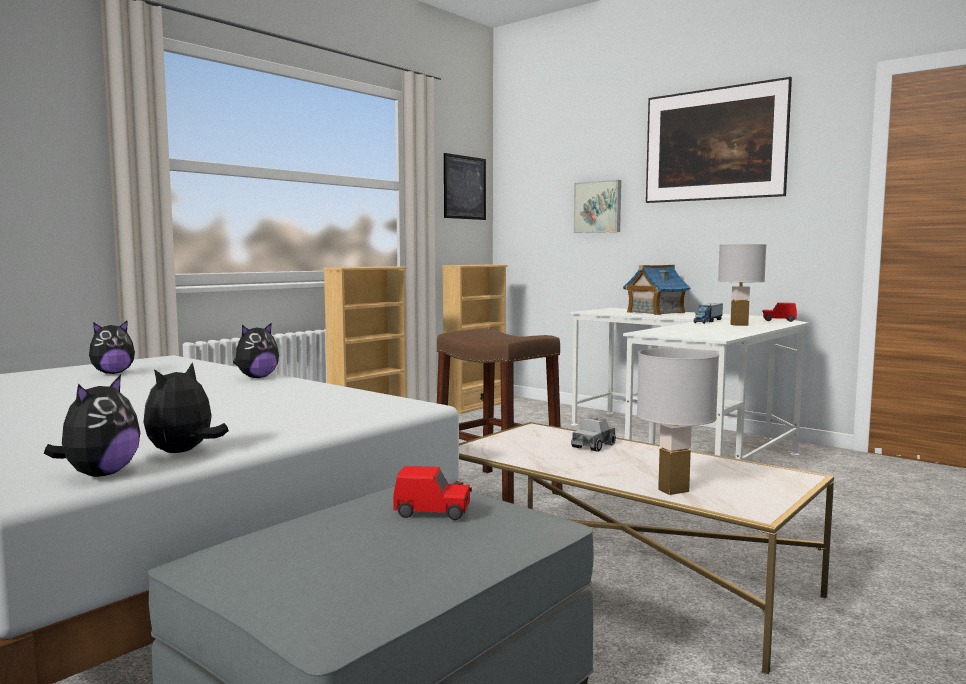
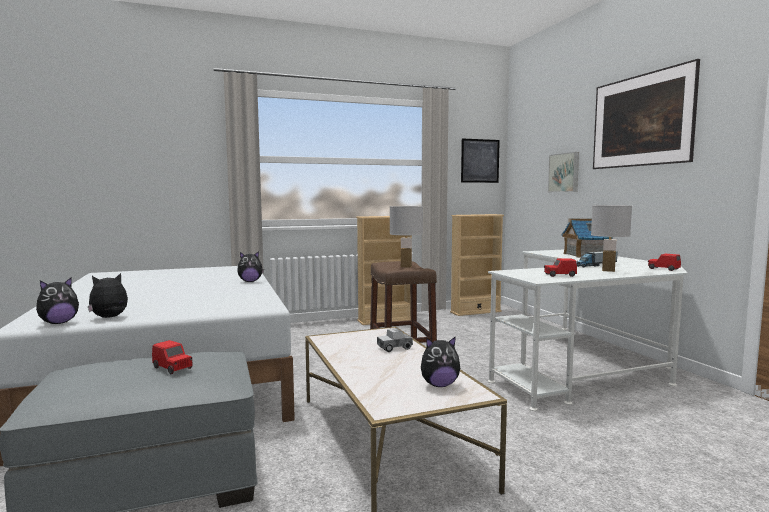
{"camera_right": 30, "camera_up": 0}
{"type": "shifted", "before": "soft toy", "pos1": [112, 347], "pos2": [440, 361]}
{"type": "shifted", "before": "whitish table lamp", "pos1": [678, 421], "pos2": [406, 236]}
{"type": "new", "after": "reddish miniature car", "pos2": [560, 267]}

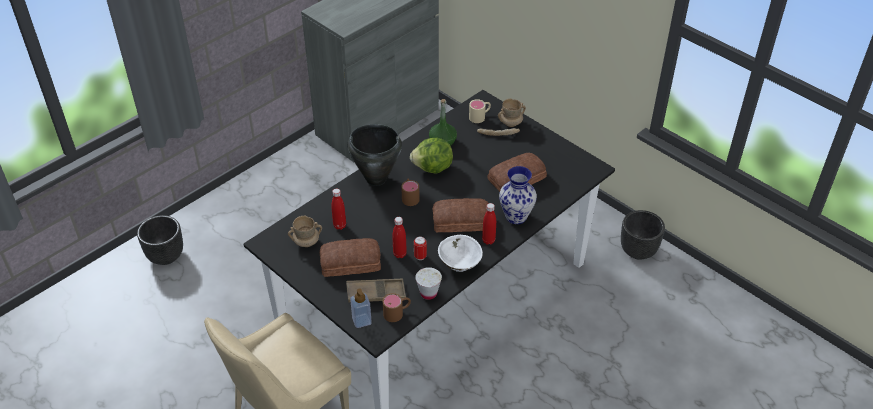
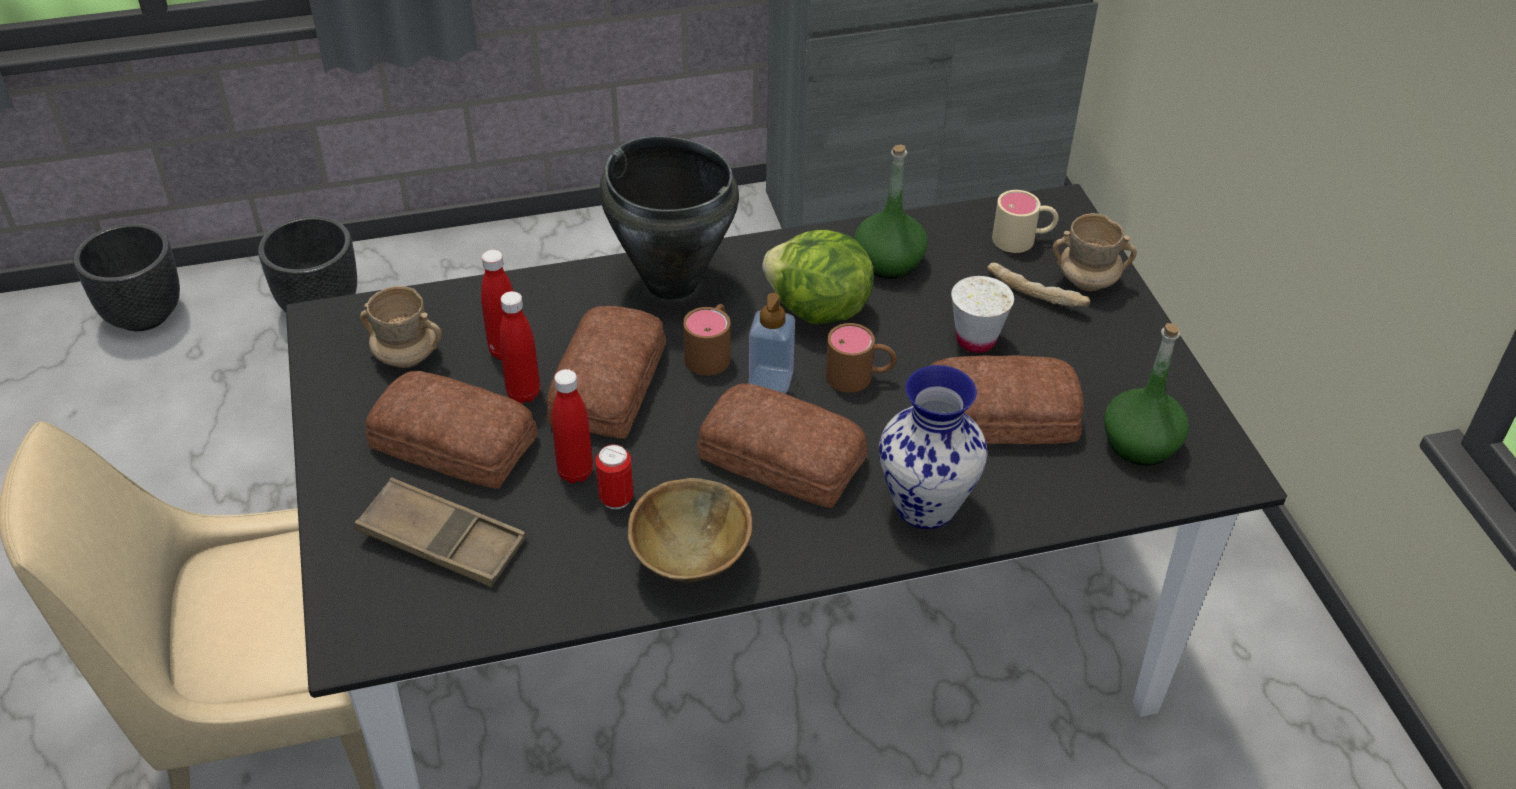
{"camera_right": 30, "camera_up": 0}
{"type": "shifted", "before": "reddish bottle", "pos1": [489, 224], "pos2": [519, 347]}
{"type": "shifted", "before": "black-coloured flower pot", "pos1": [643, 235], "pos2": [127, 277]}
{"type": "repainted", "before": "whitish bowl", "after": "brown-coloured bowl", "pos1": [460, 253], "pos2": [689, 530]}
{"type": "shifted", "before": "whitish small cup", "pos1": [428, 283], "pos2": [982, 314]}
{"type": "shifted", "before": "liquid soap bottle", "pos1": [361, 308], "pos2": [772, 343]}
{"type": "shifted", "before": "brown-coloured tea mug", "pos1": [397, 307], "pos2": [861, 358]}
{"type": "new", "after": "bread", "pos2": [606, 372]}
{"type": "new", "after": "green-coloured bottle", "pos2": [1146, 394]}

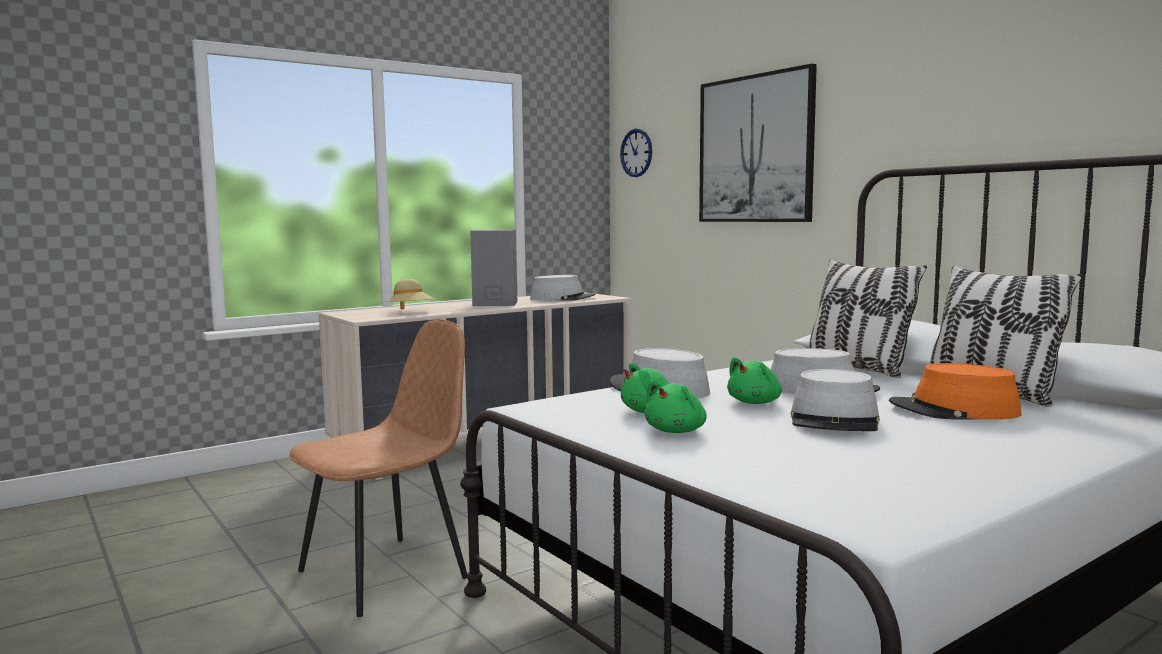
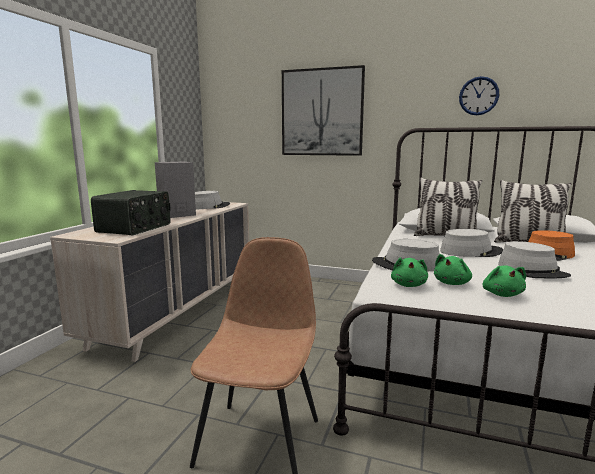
{"camera_right": -35, "camera_up": 5}
{"type": "shifted", "before": "wall clock", "pos1": [636, 153], "pos2": [479, 95]}
{"type": "swapped", "before": "sand-coloured wearable hat", "after": "radio receiver", "pos1": [409, 294], "pos2": [131, 212]}
{"type": "shifted", "before": "green-coloured soft toy", "pos1": [754, 380], "pos2": [409, 272]}

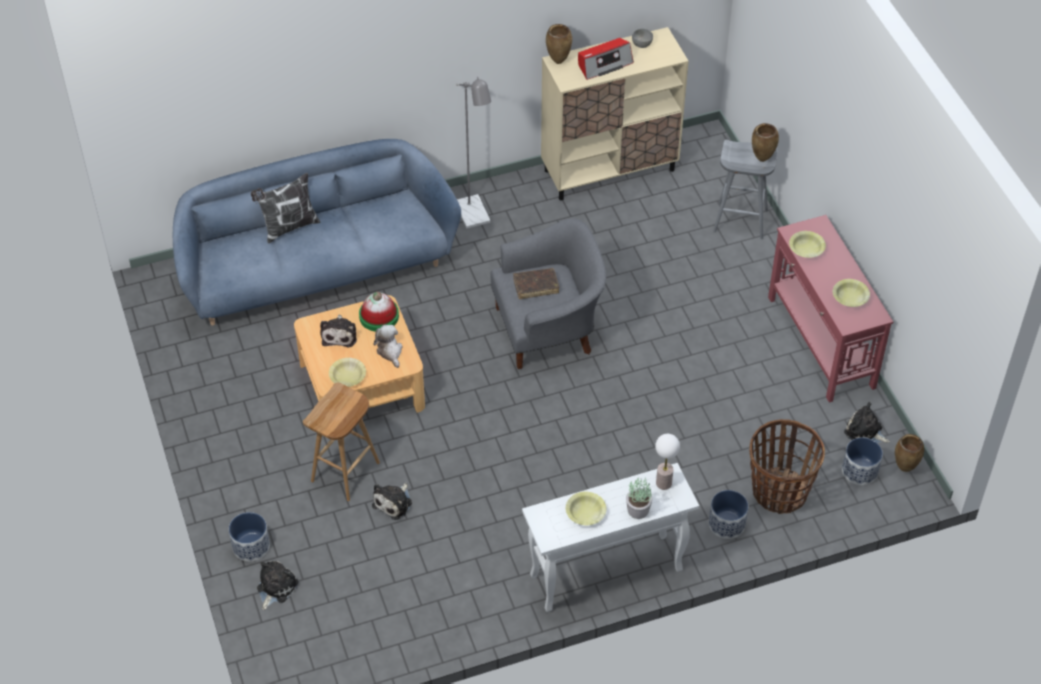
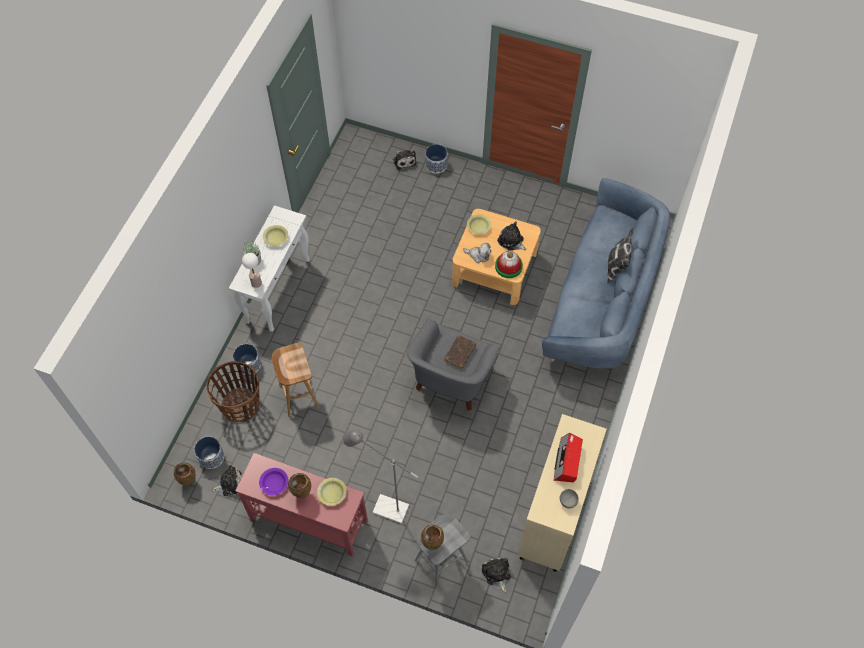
{"camera_right": 130, "camera_up": 10}
{"type": "shifted", "before": "brown-coloured flower vase", "pos1": [559, 44], "pos2": [299, 486]}
{"type": "shifted", "before": "greyish standing lamp", "pos1": [473, 152], "pos2": [380, 477]}
{"type": "repainted", "before": "yellow bowl", "after": "purple bowl", "pos1": [851, 293], "pos2": [273, 482]}
{"type": "shifted", "before": "brown-coloured stool seat", "pos1": [341, 441], "pos2": [296, 380]}
{"type": "shifted", "before": "soft toy", "pos1": [392, 501], "pos2": [496, 575]}

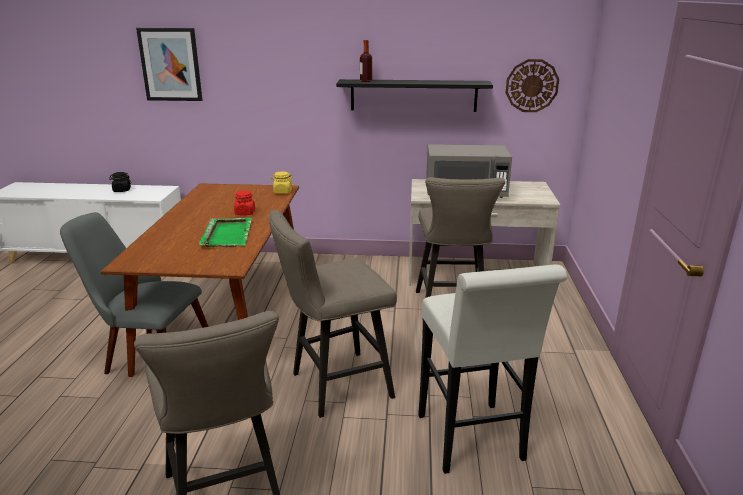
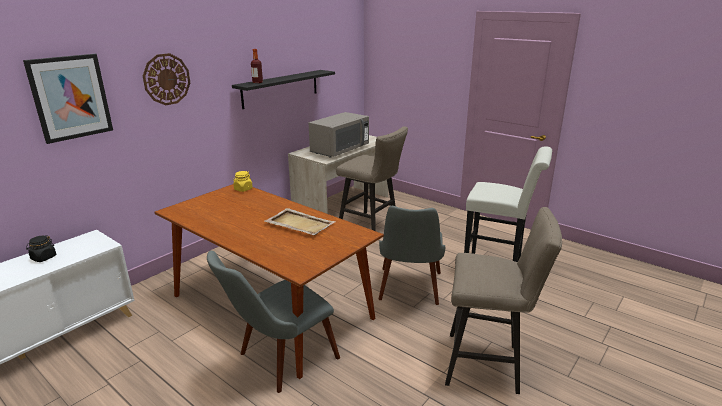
{"camera_right": -55, "camera_up": 0}
{"type": "shifted", "before": "wall clock", "pos1": [532, 85], "pos2": [166, 79]}
{"type": "gone", "before": "reddish jar", "pos1": [244, 202]}
{"type": "swapped", "before": "sand-coloured stool seat", "after": "greyish upright chair", "pos1": [333, 314], "pos2": [411, 255]}
{"type": "repainted", "before": "green-coloured serving tray", "after": "sand-coloured serving tray", "pos1": [225, 232], "pos2": [300, 221]}

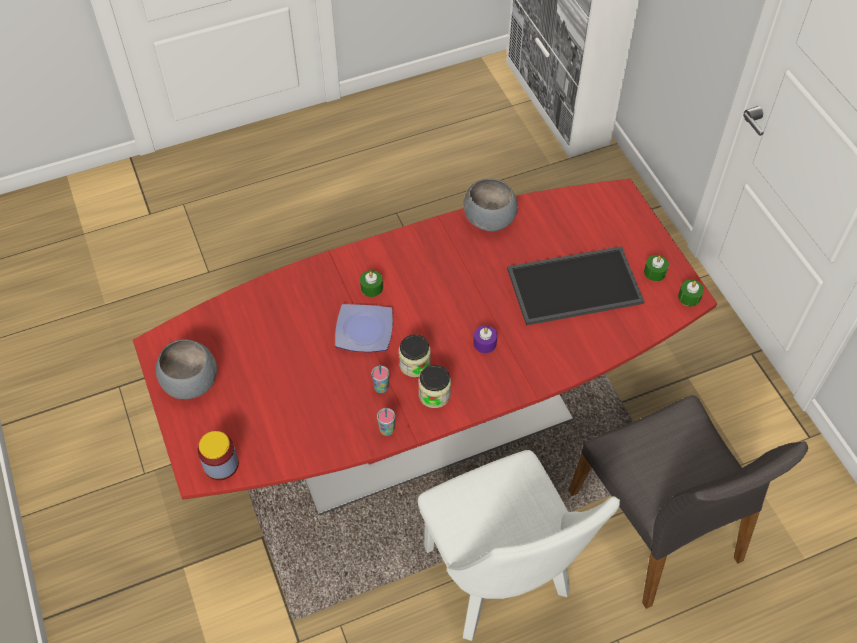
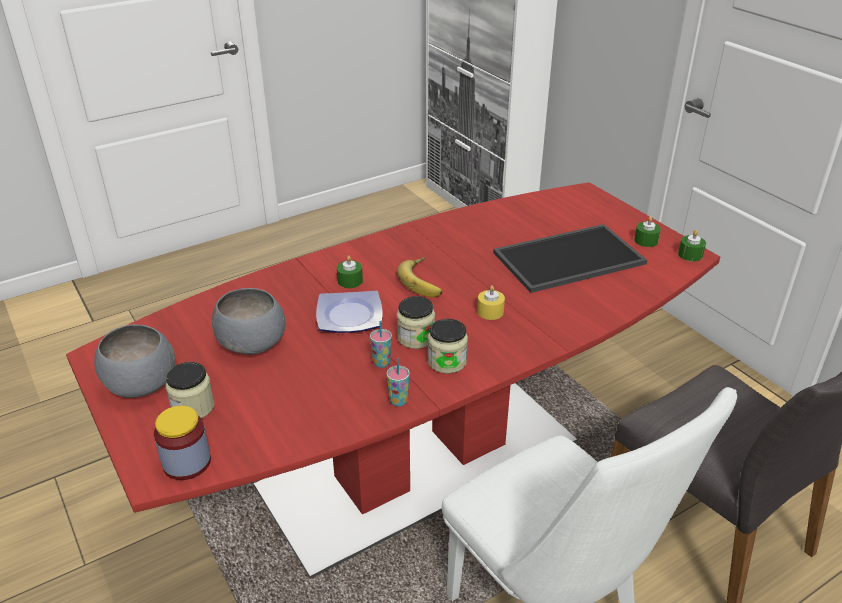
{"camera_right": -10, "camera_up": -20}
{"type": "shifted", "before": "greyish bowl", "pos1": [490, 205], "pos2": [248, 321]}
{"type": "repainted", "before": "purple wax light", "after": "yellow wax light", "pos1": [485, 339], "pos2": [491, 302]}
{"type": "new", "after": "banana", "pos2": [420, 277]}
{"type": "new", "after": "jar", "pos2": [190, 390]}

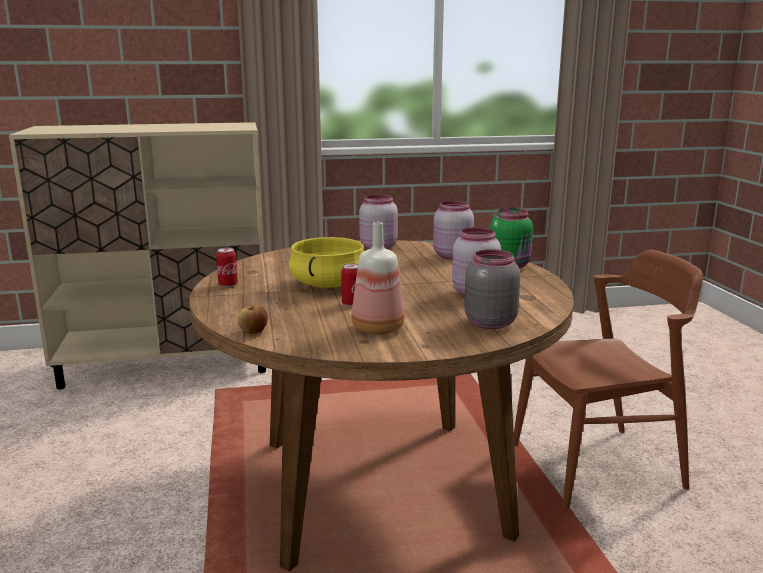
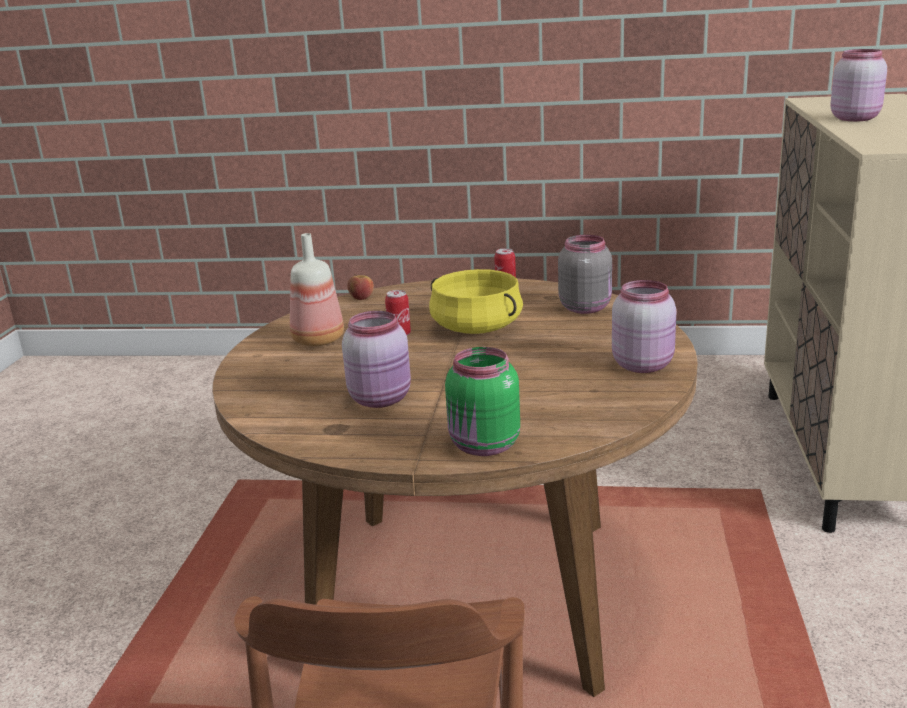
{"camera_right": 110, "camera_up": 5}
{"type": "shifted", "before": "pinkish jar", "pos1": [453, 230], "pos2": [859, 85]}
{"type": "shifted", "before": "greyish jar", "pos1": [492, 289], "pos2": [585, 274]}

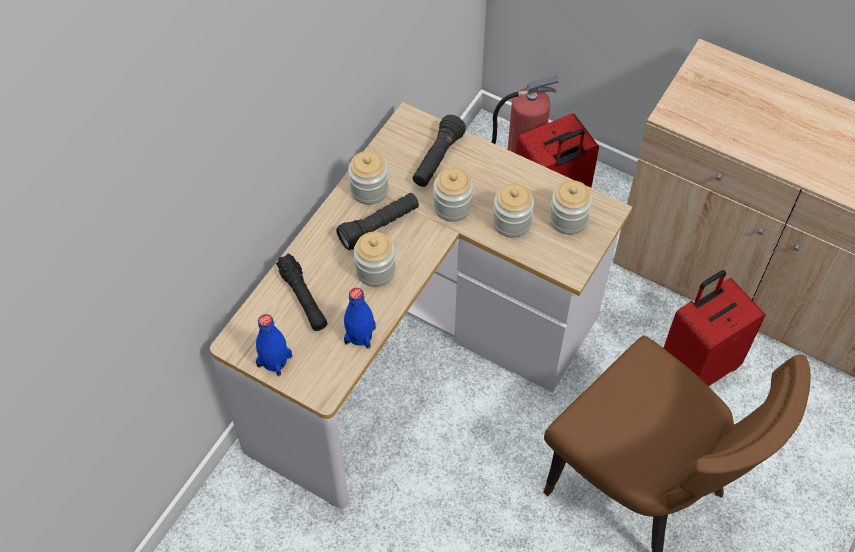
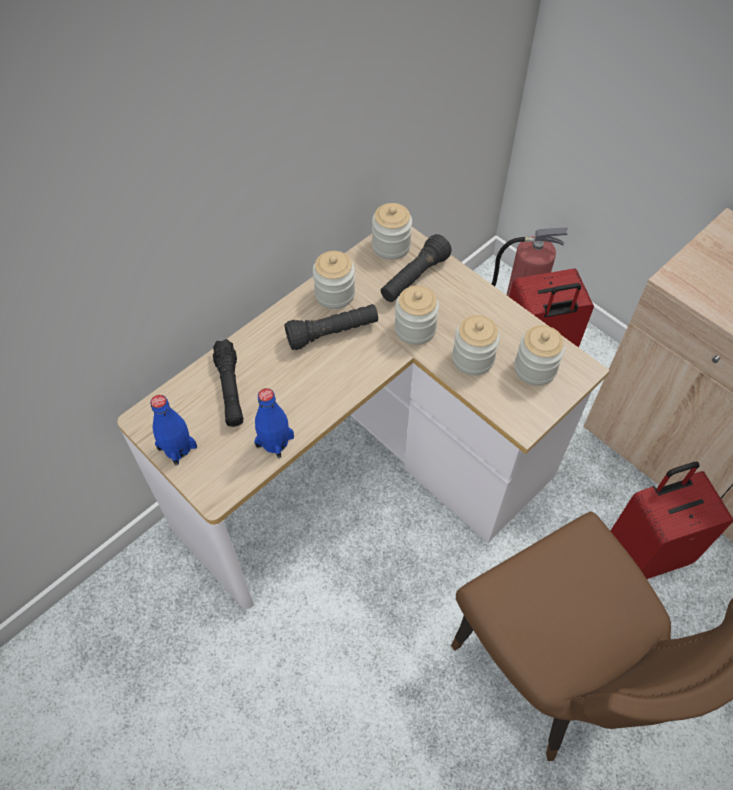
{"camera_right": 15, "camera_up": 0}
{"type": "shifted", "before": "jar", "pos1": [375, 259], "pos2": [392, 231]}

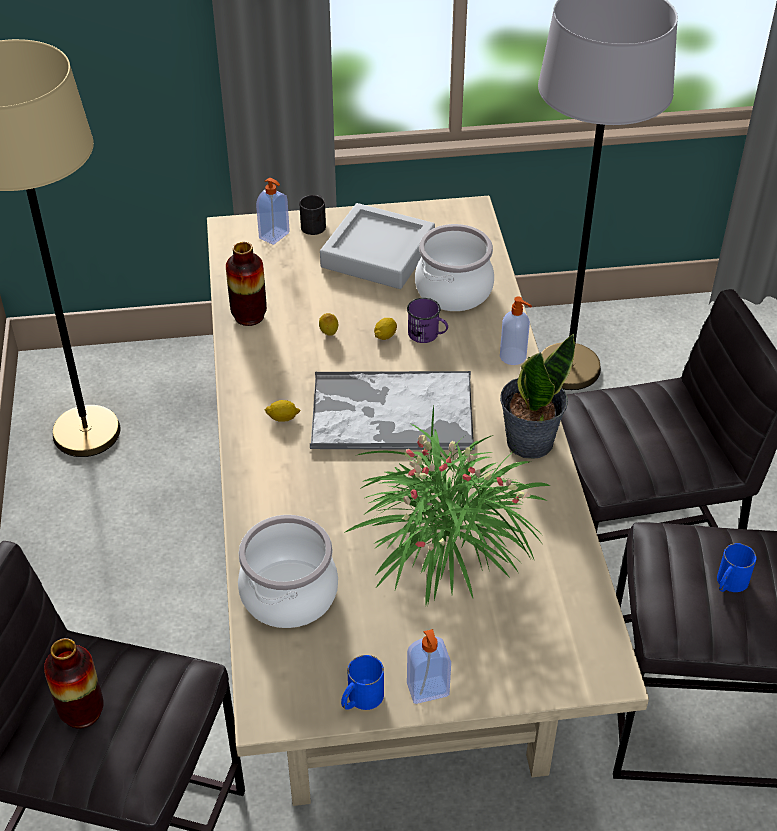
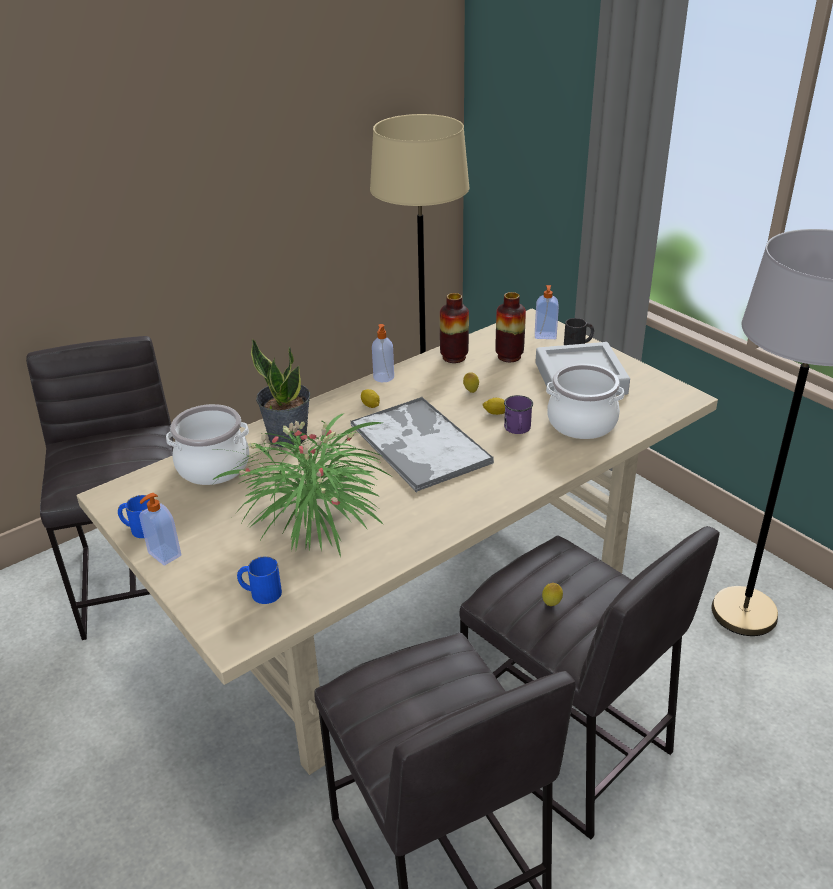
{"camera_right": 60, "camera_up": -10}
{"type": "shifted", "before": "liquid soap bottle", "pos1": [516, 331], "pos2": [383, 353]}
{"type": "shifted", "before": "houseplant", "pos1": [537, 396], "pos2": [280, 393]}
{"type": "shifted", "before": "blue-coloured tea mug", "pos1": [736, 567], "pos2": [259, 580]}
{"type": "shifted", "before": "flower vase", "pos1": [74, 683], "pos2": [510, 327]}
{"type": "new", "after": "lemon", "pos2": [552, 594]}

